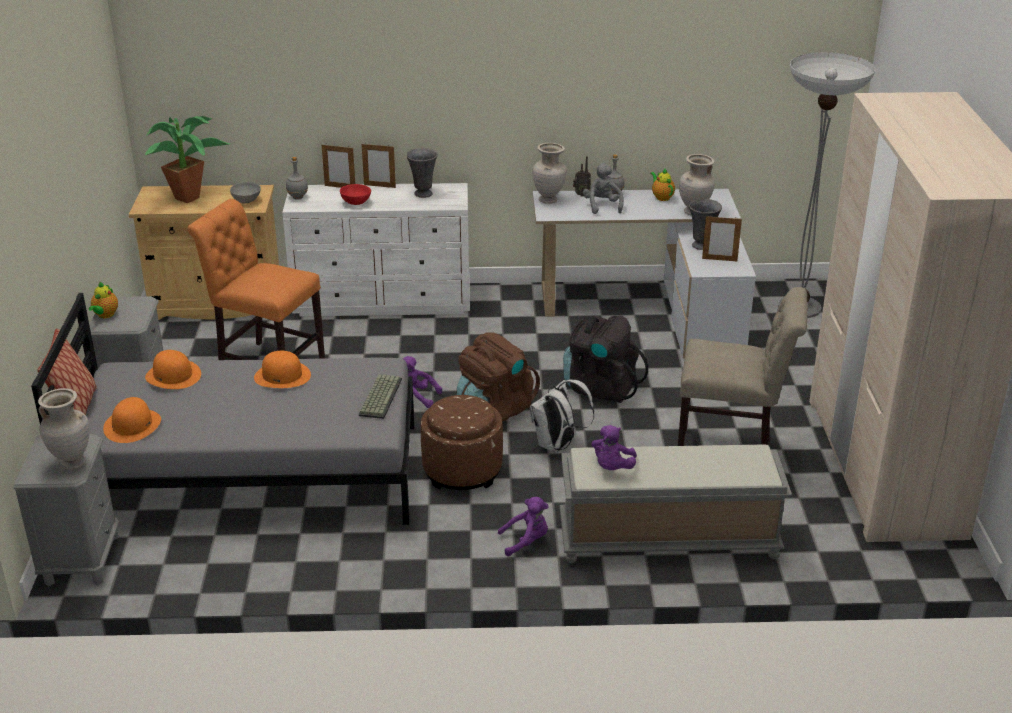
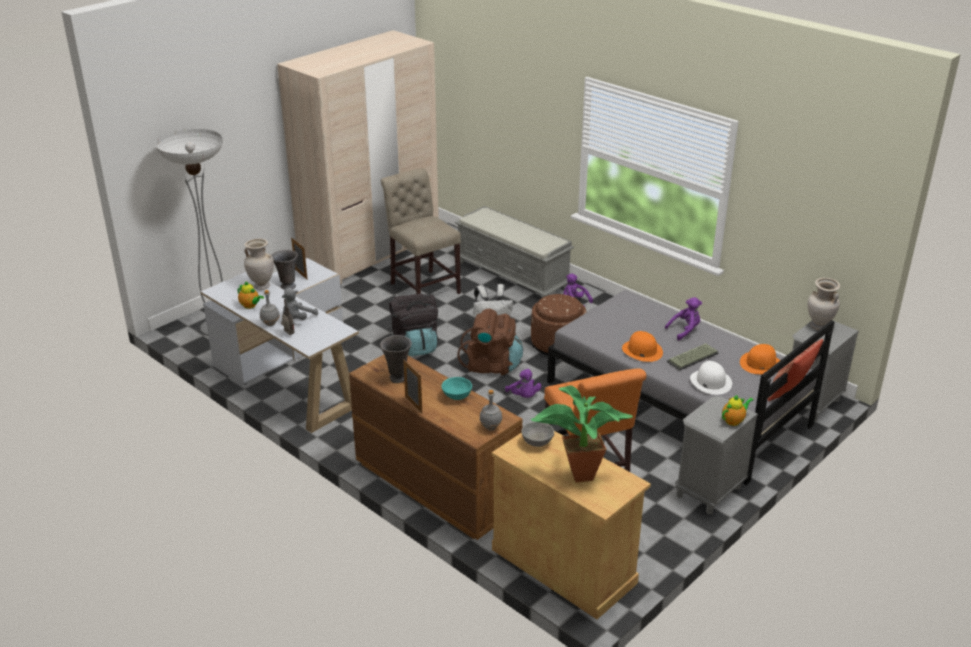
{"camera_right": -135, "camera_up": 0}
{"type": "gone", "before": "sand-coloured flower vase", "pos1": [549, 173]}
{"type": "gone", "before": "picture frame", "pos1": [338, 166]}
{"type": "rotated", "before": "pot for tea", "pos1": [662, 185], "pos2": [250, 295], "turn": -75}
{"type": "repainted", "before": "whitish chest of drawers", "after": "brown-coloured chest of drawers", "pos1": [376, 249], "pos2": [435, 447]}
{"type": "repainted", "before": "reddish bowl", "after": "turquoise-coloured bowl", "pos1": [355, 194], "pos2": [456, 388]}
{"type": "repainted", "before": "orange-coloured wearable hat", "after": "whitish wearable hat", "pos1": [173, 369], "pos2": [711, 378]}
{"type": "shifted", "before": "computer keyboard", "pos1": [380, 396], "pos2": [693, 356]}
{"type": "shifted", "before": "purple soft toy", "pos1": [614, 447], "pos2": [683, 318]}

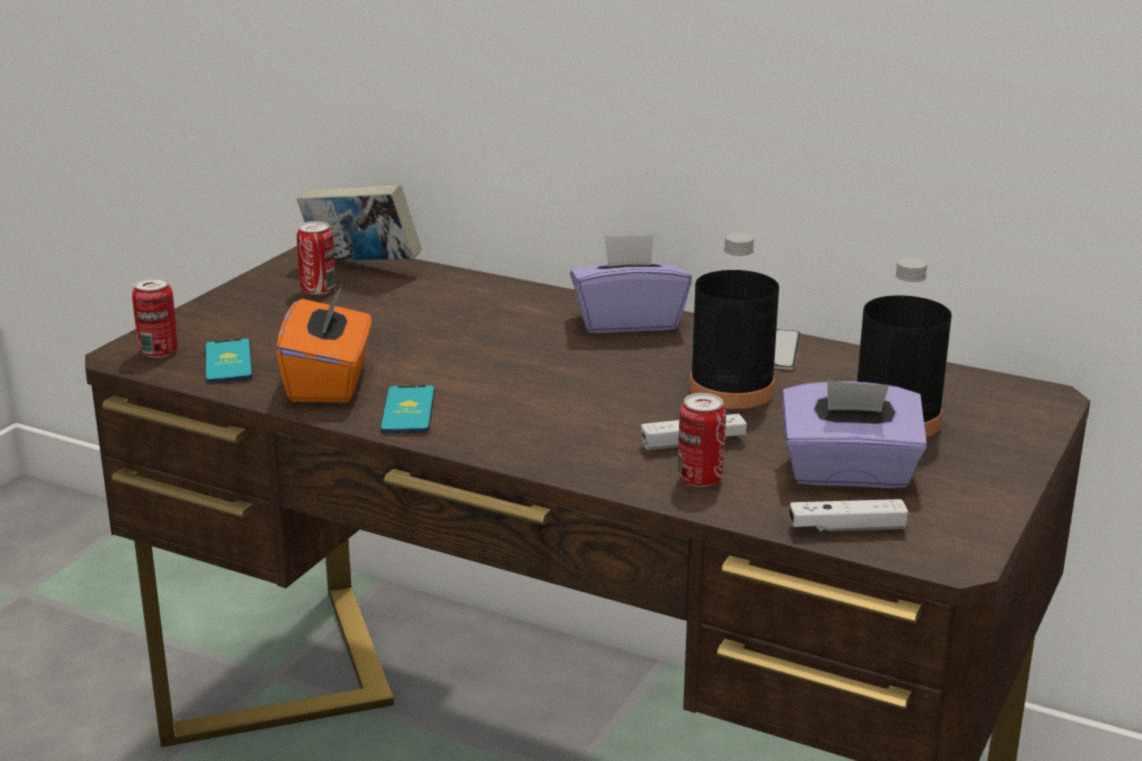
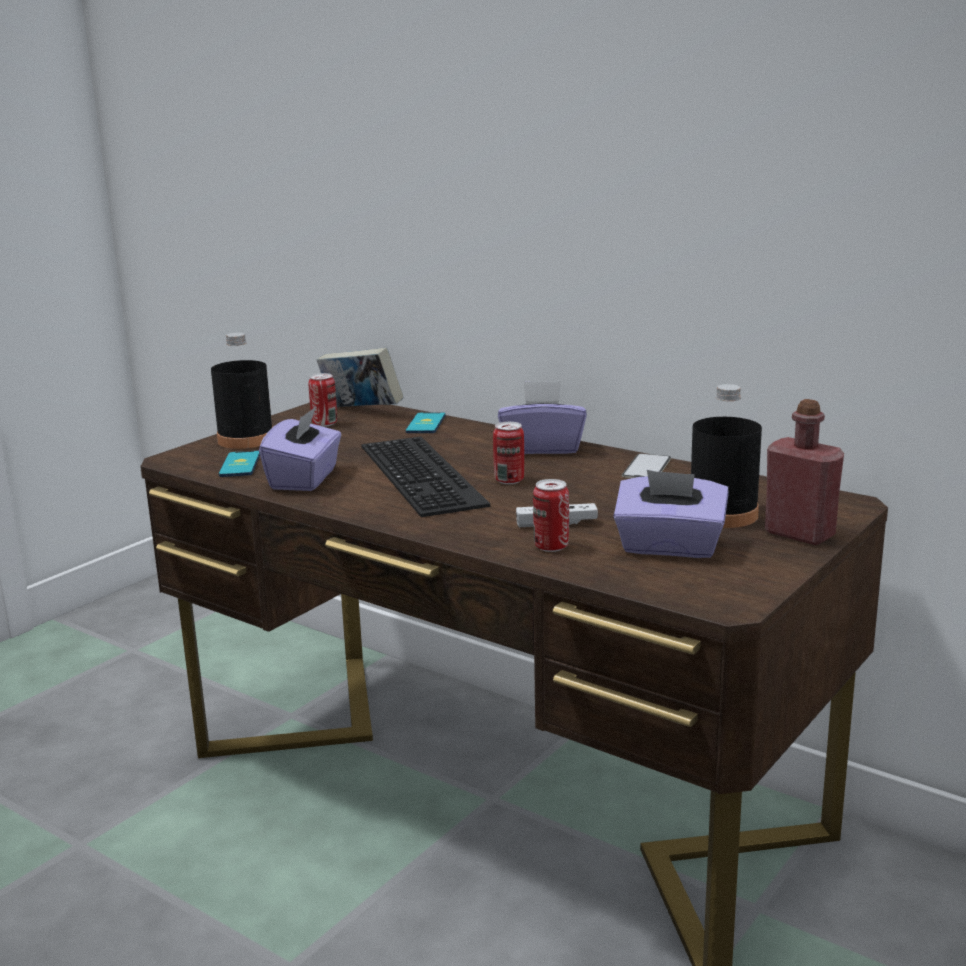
{"camera_right": 10, "camera_up": -5}
{"type": "shifted", "before": "black-coloured bottle", "pos1": [734, 321], "pos2": [241, 391]}
{"type": "shifted", "before": "can", "pos1": [154, 317], "pos2": [508, 453]}
{"type": "repainted", "before": "orange-coloured box of tissues", "after": "purple box of tissues", "pos1": [324, 343], "pos2": [300, 449]}
{"type": "shifted", "before": "telephone", "pos1": [407, 409], "pos2": [425, 422]}
{"type": "gone", "before": "whitish gamepad", "pos1": [848, 515]}
{"type": "new", "after": "reddish bottle", "pos2": [804, 472]}
{"type": "new", "after": "computer keyboard", "pos2": [425, 477]}

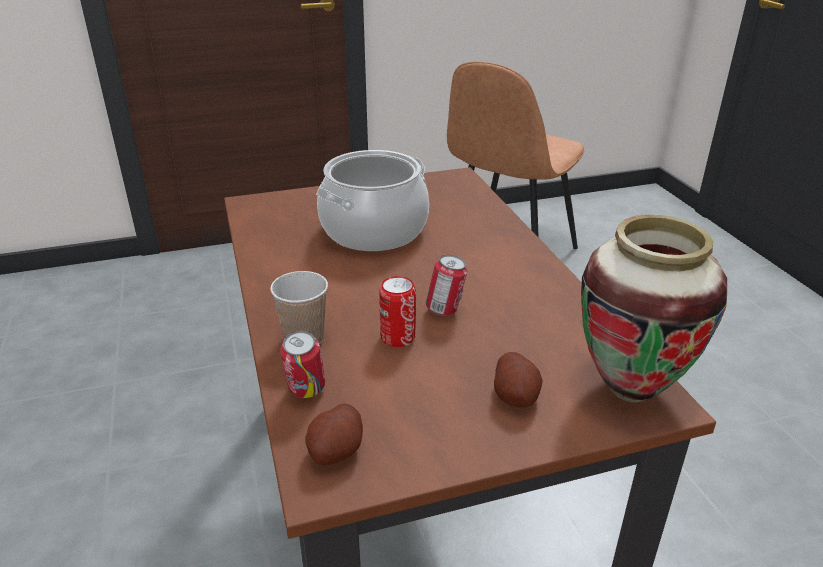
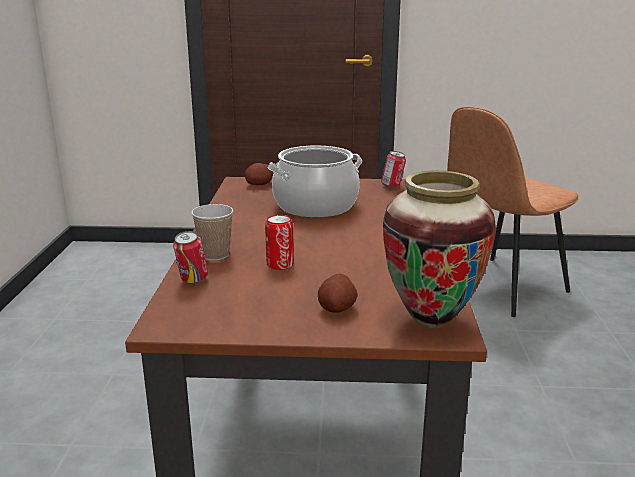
{"camera_right": 20, "camera_up": -10}
{"type": "shifted", "before": "can", "pos1": [446, 285], "pos2": [393, 169]}
{"type": "shifted", "before": "potato", "pos1": [334, 434], "pos2": [259, 174]}

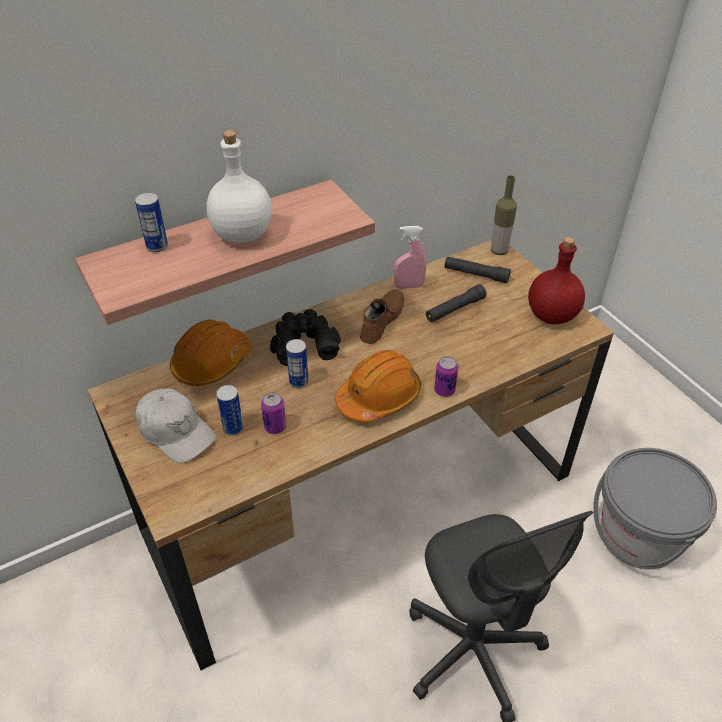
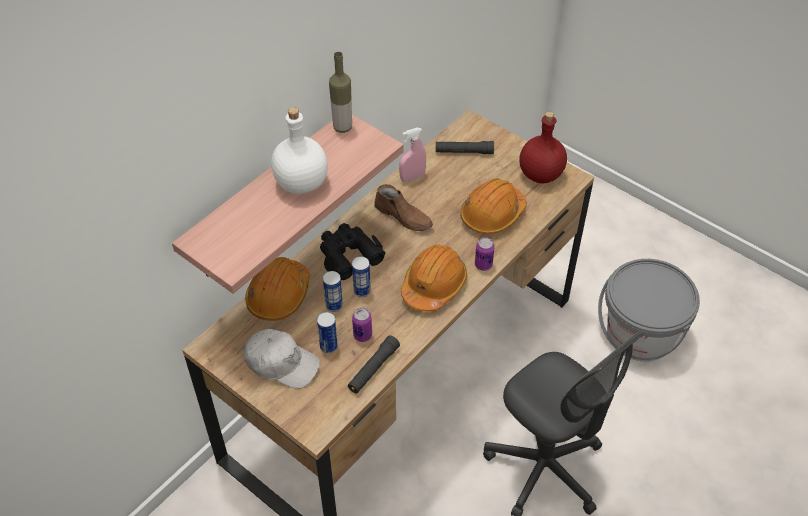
{"camera_right": -20, "camera_up": 5}
{"type": "shifted", "before": "bottle", "pos1": [504, 215], "pos2": [340, 92]}
{"type": "shifted", "before": "can", "pos1": [151, 222], "pos2": [333, 291]}
{"type": "shifted", "before": "black-coloured hand torch", "pos1": [456, 303], "pos2": [374, 364]}
{"type": "rotated", "before": "brown-coloured shoe", "pos1": [382, 316], "pos2": [403, 207], "turn": 120}
{"type": "new", "after": "orange-coloured safety helmet", "pos2": [493, 206]}

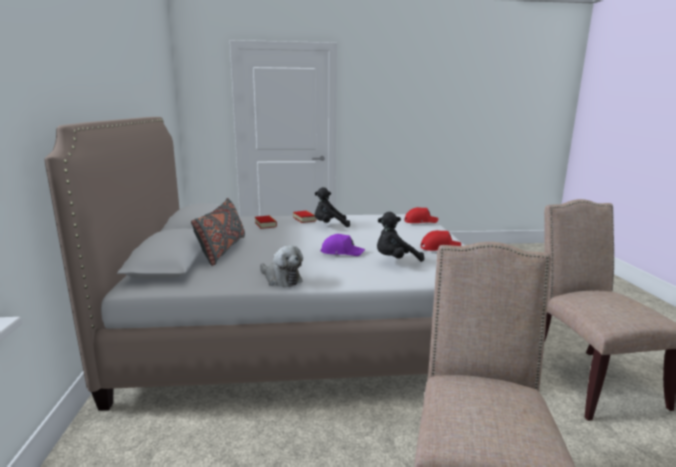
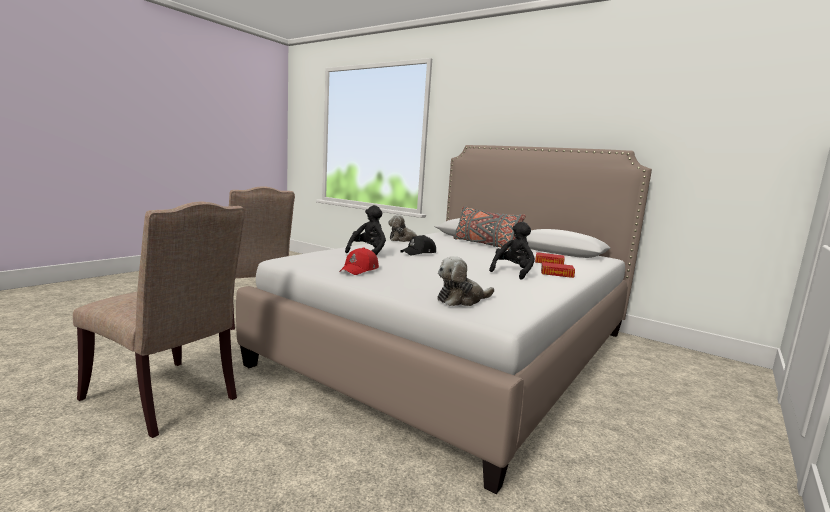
{"camera_right": 130, "camera_up": -5}
{"type": "swapped", "before": "reddish cap", "after": "soft toy", "pos1": [421, 215], "pos2": [465, 281]}
{"type": "repainted", "before": "purple cap", "after": "black-coloured cap", "pos1": [343, 245], "pos2": [418, 245]}

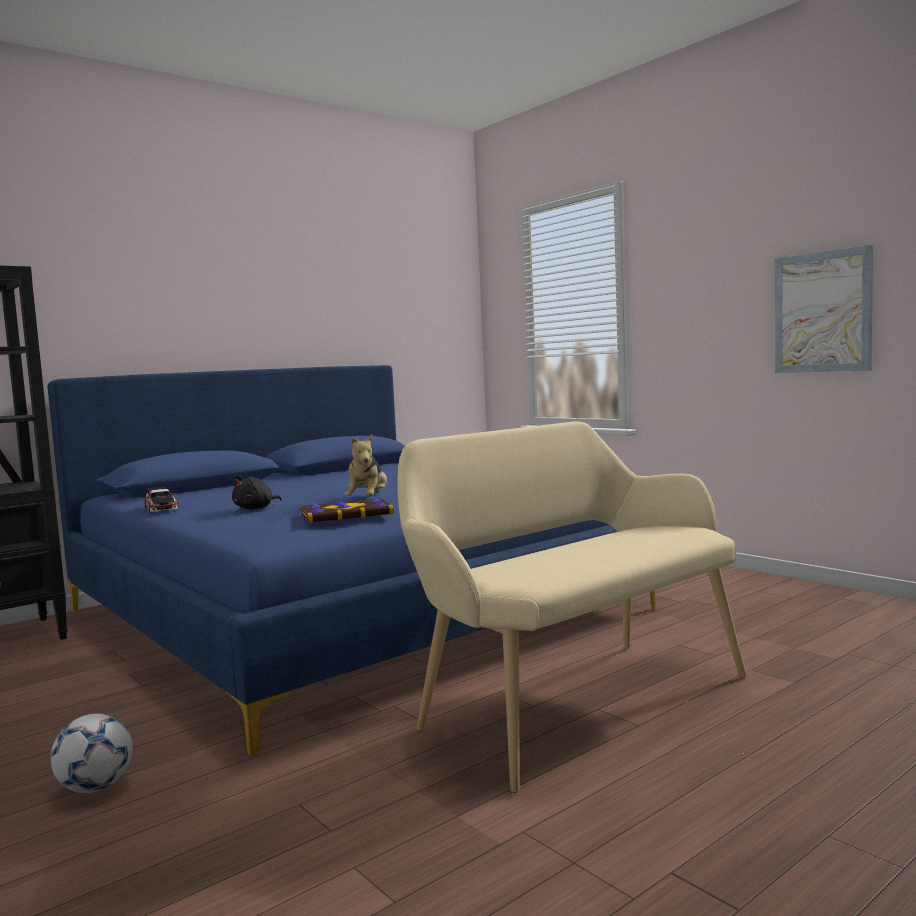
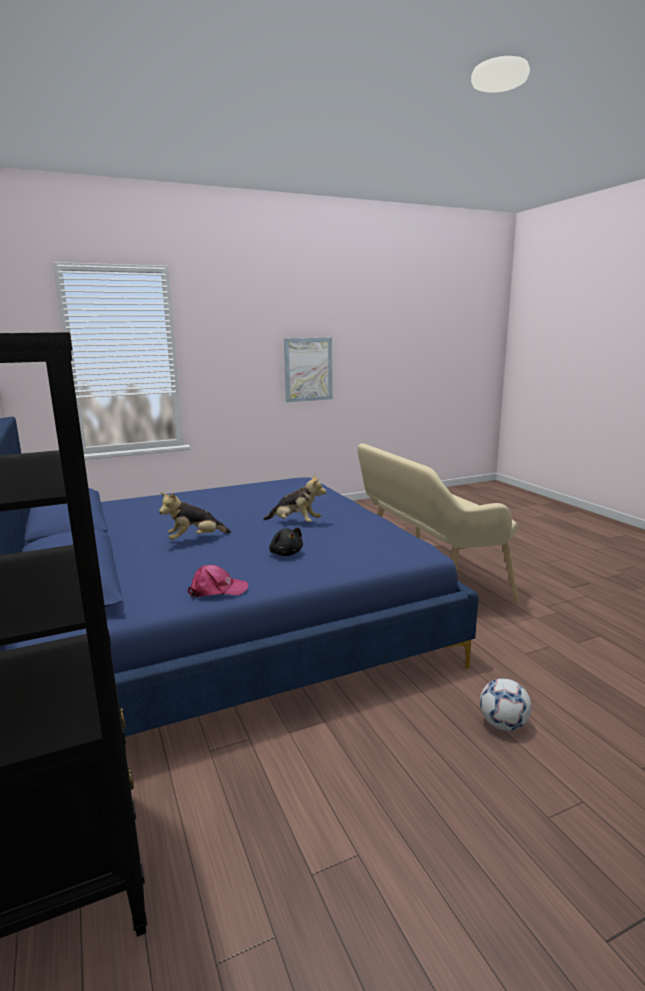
{"camera_right": -75, "camera_up": 10}
{"type": "swapped", "before": "miniature car", "after": "pinkish cap", "pos1": [161, 499], "pos2": [218, 581]}
{"type": "gone", "before": "bound book", "pos1": [347, 510]}
{"type": "new", "after": "soft toy", "pos2": [195, 516]}

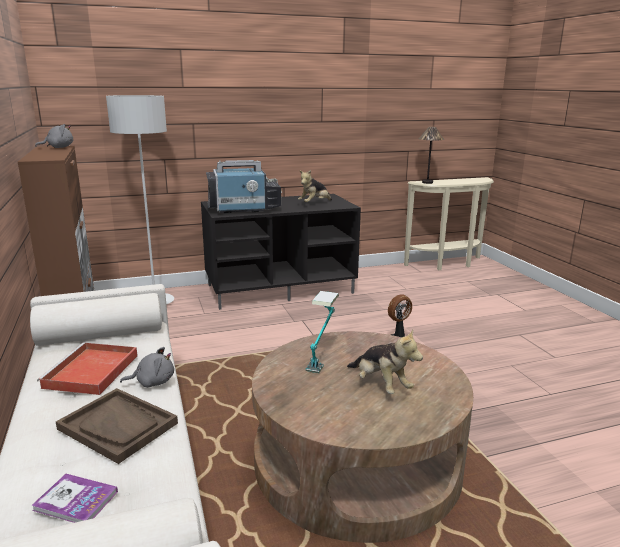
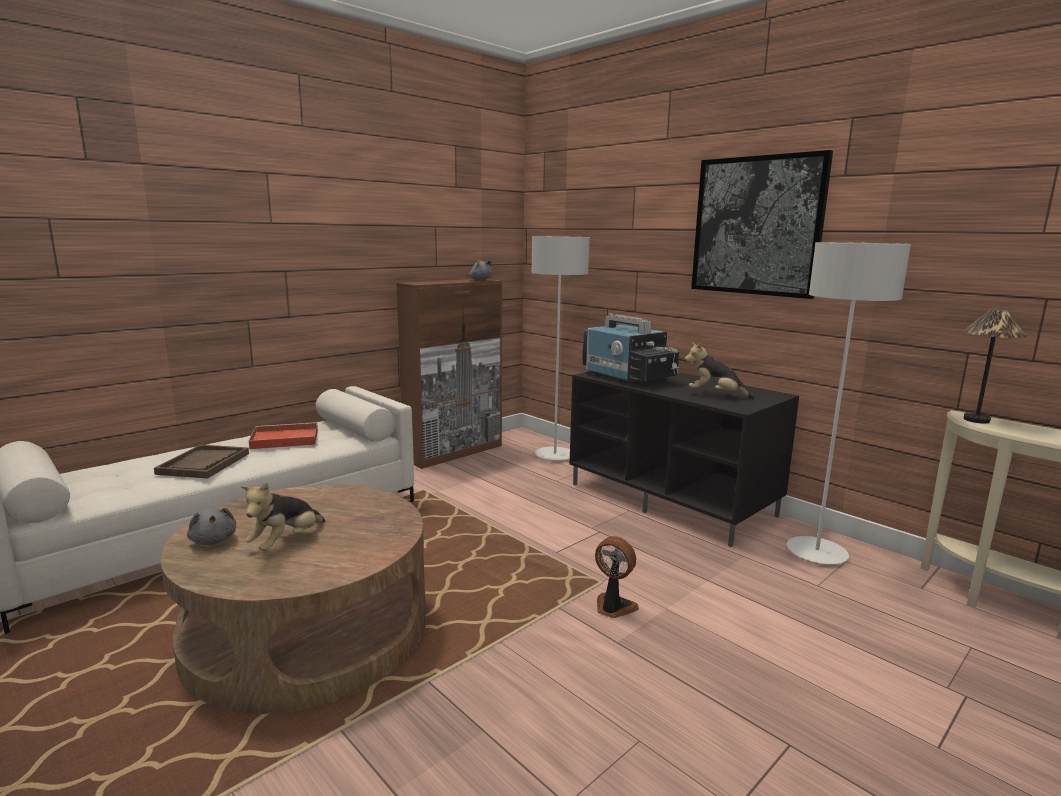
{"camera_right": 65, "camera_up": -5}
{"type": "gone", "before": "table lamp", "pos1": [322, 332]}
{"type": "shifted", "before": "greyish soft toy", "pos1": [147, 367], "pos2": [211, 526]}
{"type": "gone", "before": "bound book", "pos1": [74, 498]}
{"type": "new", "after": "picture", "pos2": [762, 224]}
{"type": "new", "after": "greyish standing lamp", "pos2": [849, 403]}

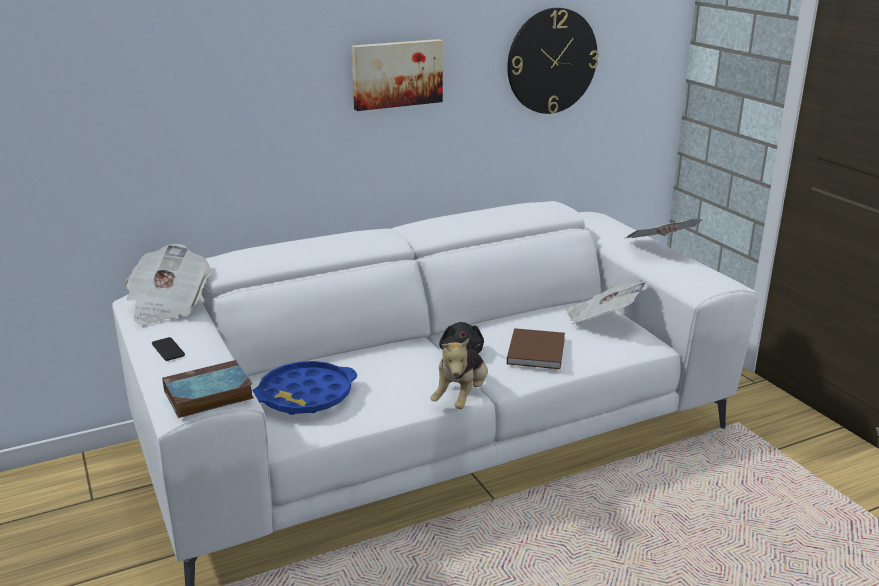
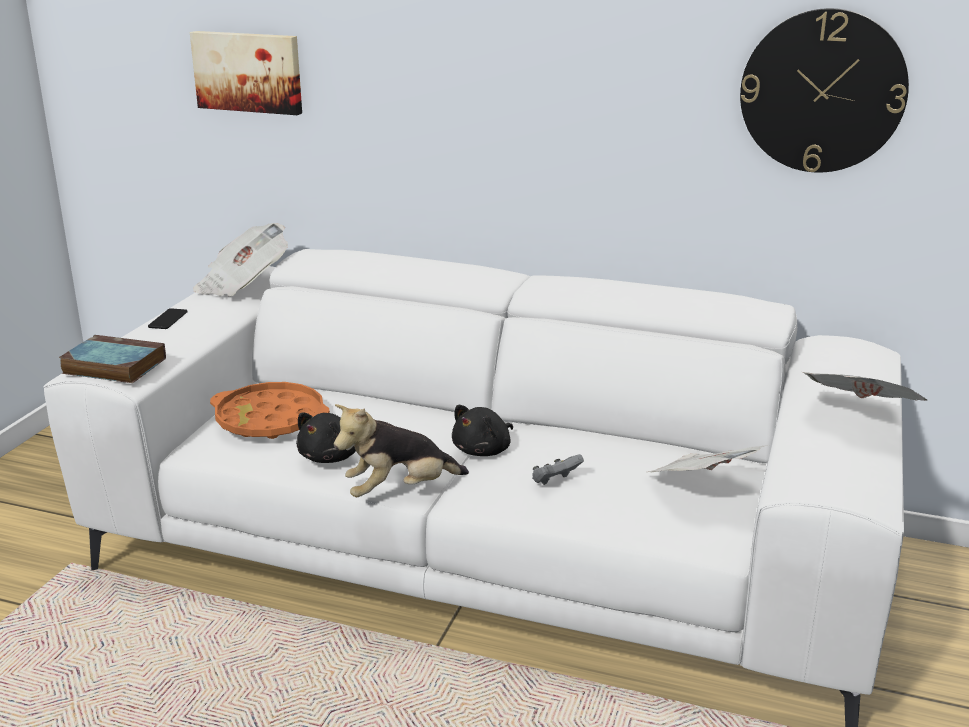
{"camera_right": 45, "camera_up": 0}
{"type": "shifted", "before": "picture", "pos1": [397, 75], "pos2": [246, 73]}
{"type": "swapped", "before": "brown-coloured bound book", "after": "greyish gamepad", "pos1": [536, 348], "pos2": [558, 469]}
{"type": "repainted", "before": "blue-coloured serving tray", "after": "orange-coloured serving tray", "pos1": [304, 388], "pos2": [270, 410]}
{"type": "new", "after": "black-coloured soft toy", "pos2": [326, 438]}

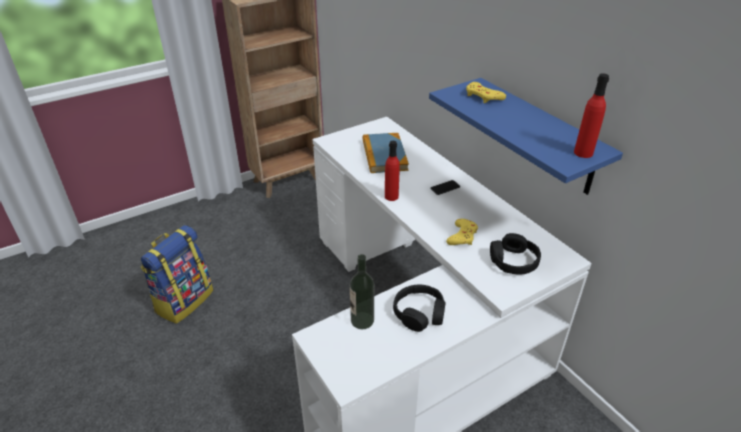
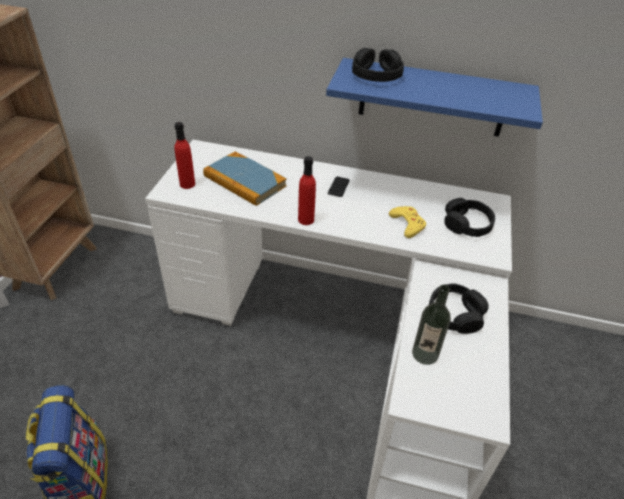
{"camera_right": -45, "camera_up": 5}
{"type": "shifted", "before": "reddish bottle", "pos1": [591, 115], "pos2": [185, 155]}
{"type": "swapped", "before": "yellow gamepad", "after": "black-coloured headphones", "pos1": [486, 92], "pos2": [378, 65]}

